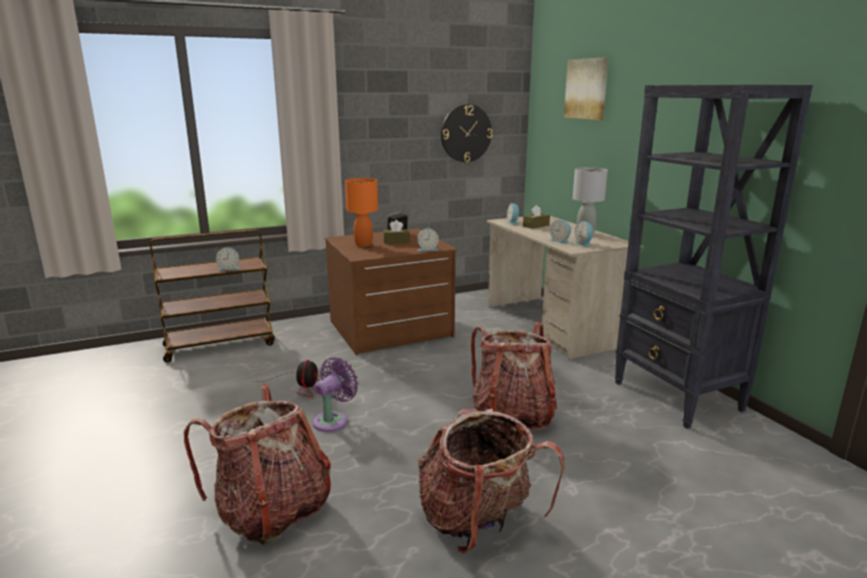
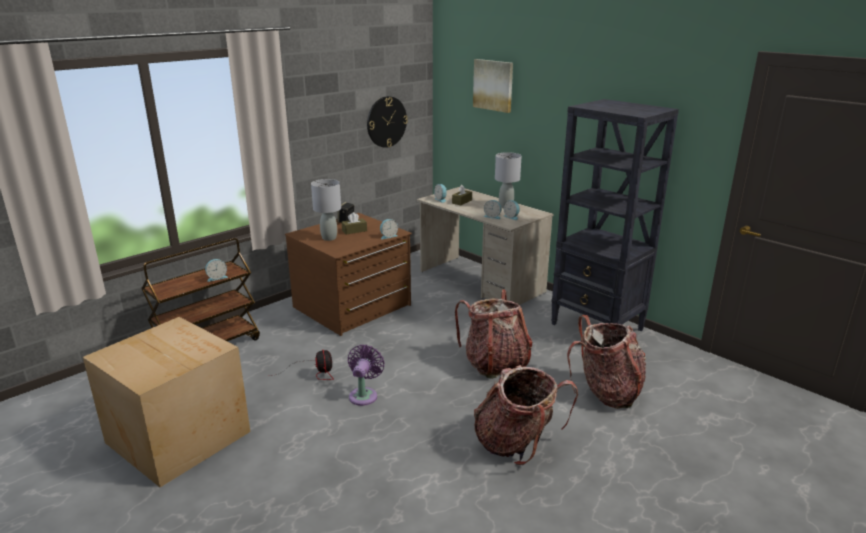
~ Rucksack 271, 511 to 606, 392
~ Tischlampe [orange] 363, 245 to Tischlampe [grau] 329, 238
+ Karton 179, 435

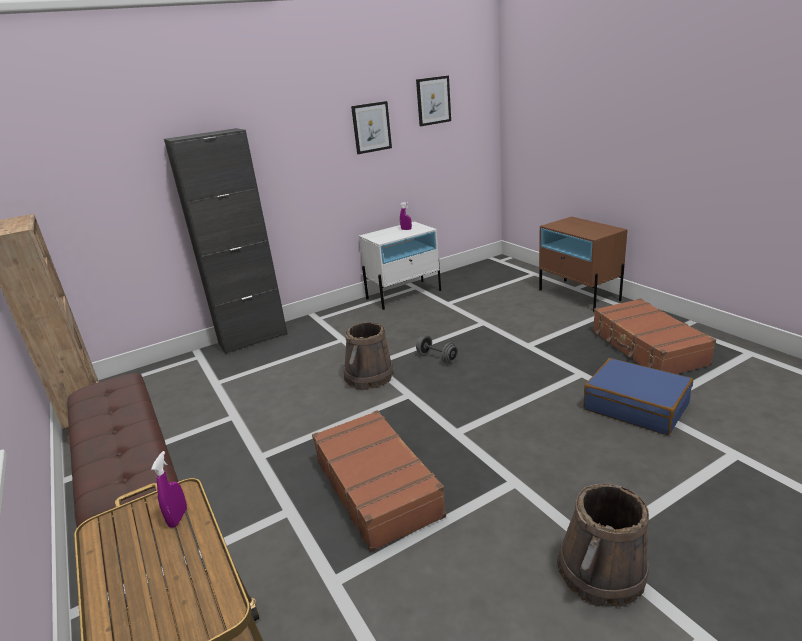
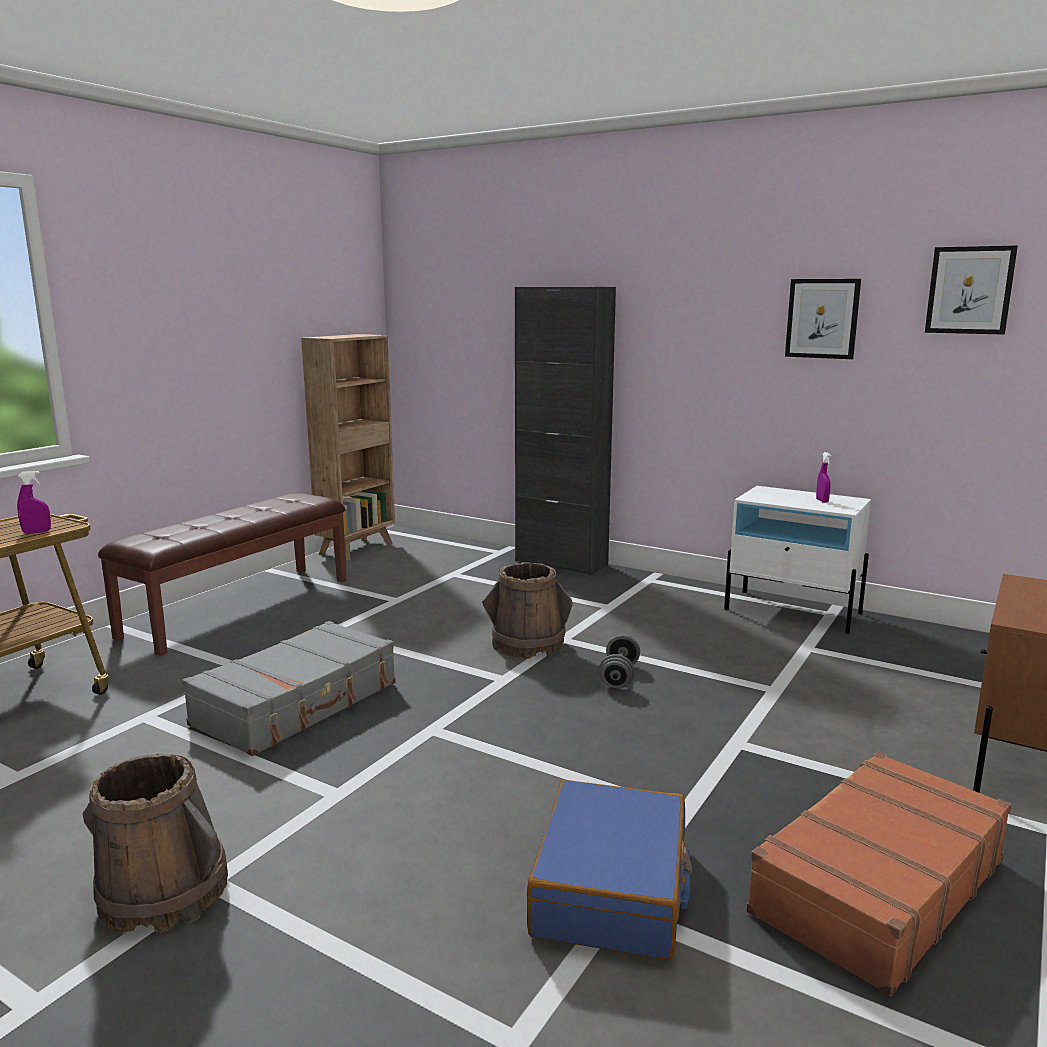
~ Koffer [braun] 377, 487 to Koffer [grau] 298, 704

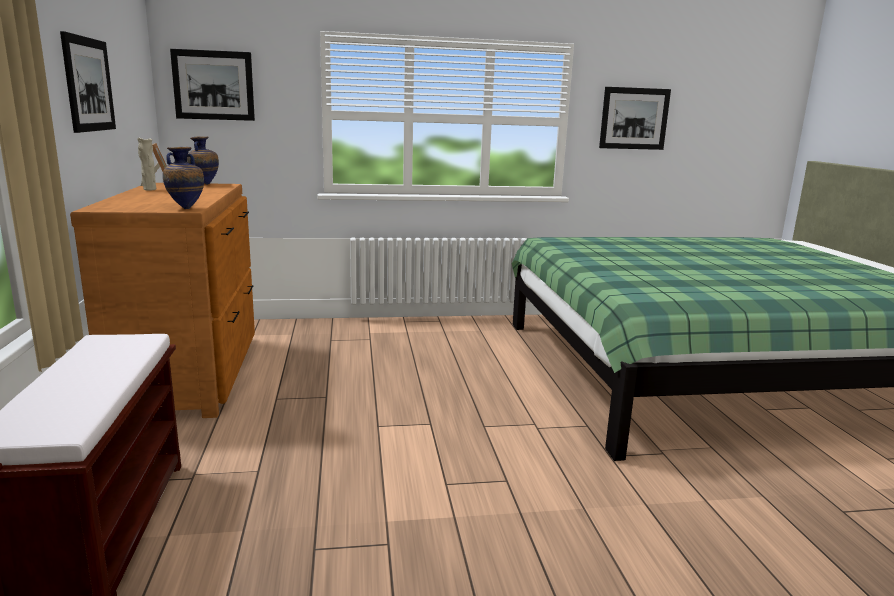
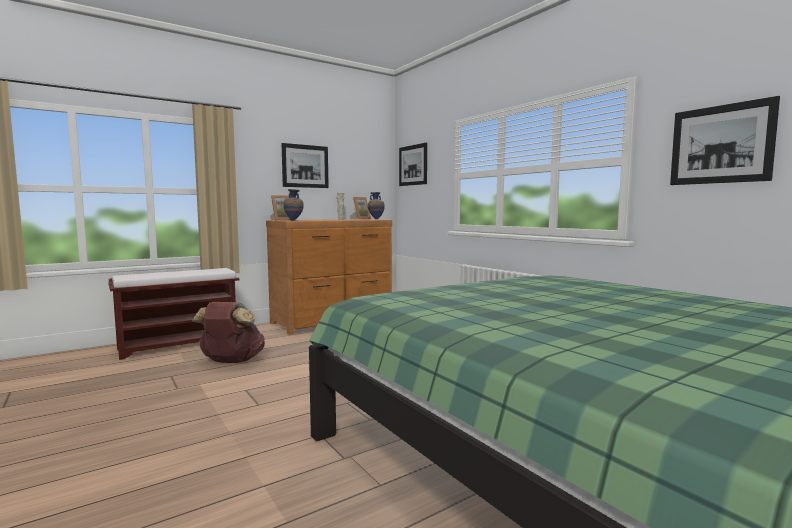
+ Rucksack [braun] 231, 361
+ Bilderrahmen 281, 220

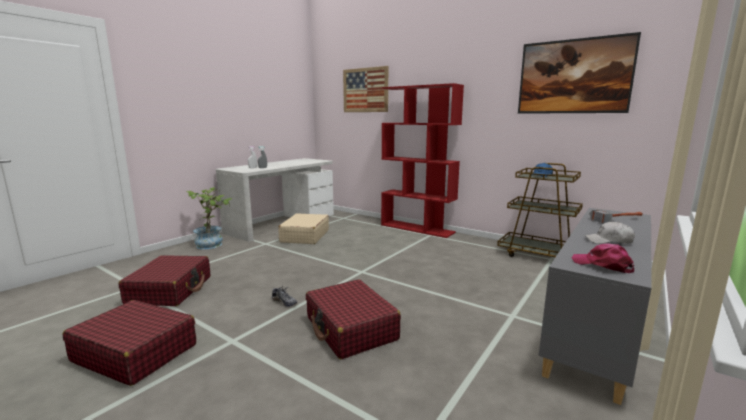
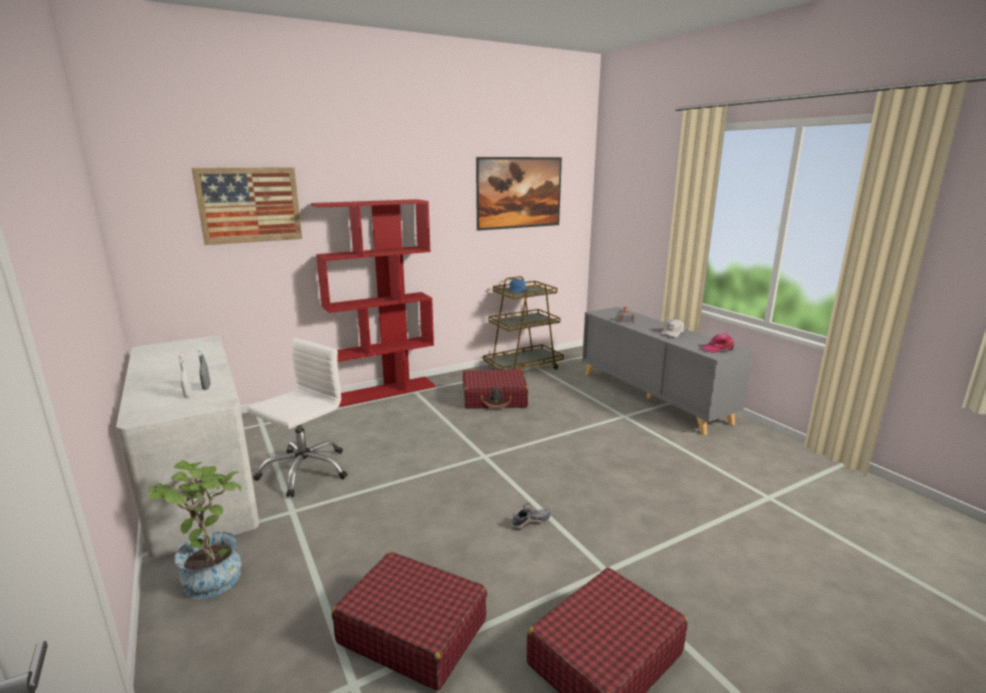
~ Koffer [beige] 305, 236 to Bürostuhl [weiß] 304, 470
~ Koffer [rot] 351, 329 to 494, 398

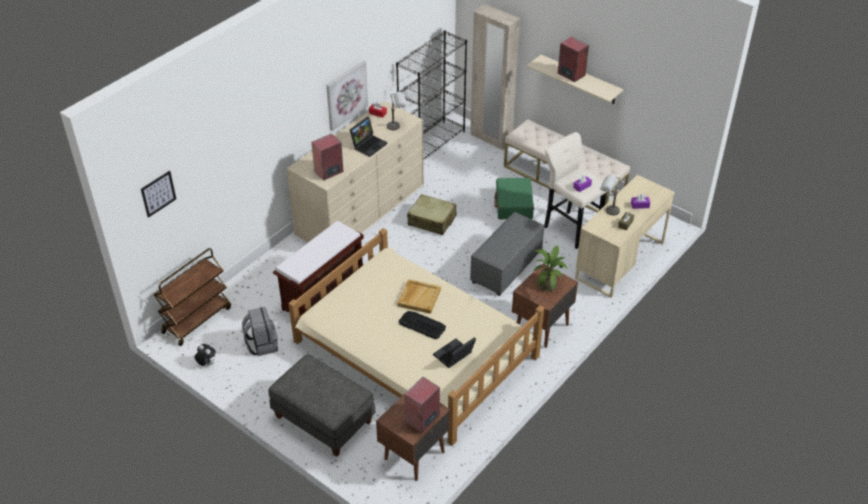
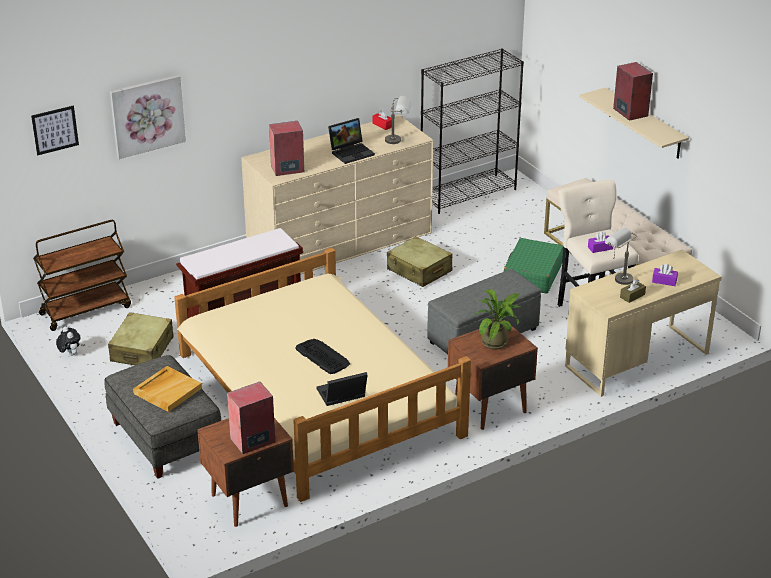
~ Rucksack [grau] 261, 344 to Koffer [beige] 142, 349
~ Bild 346, 95 to 147, 115
~ Tablett [beige] 419, 297 to 167, 390
- Kleiderschrank [beige] 490, 139

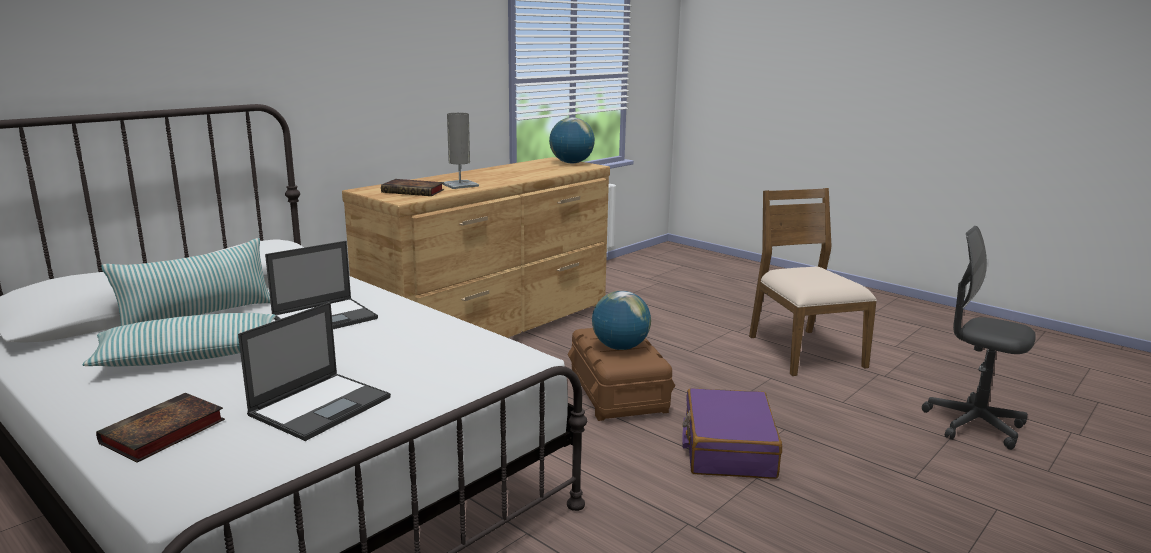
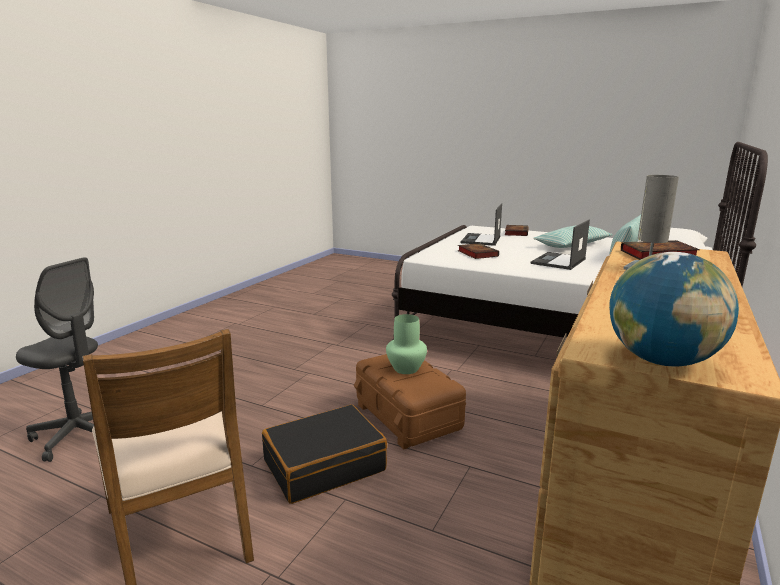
~ Globus 620, 347 to Vase [grün] 406, 369
- Koffer [lila] 728, 448
+ Koffer [schwarz] 324, 465
+ Buch 476, 253

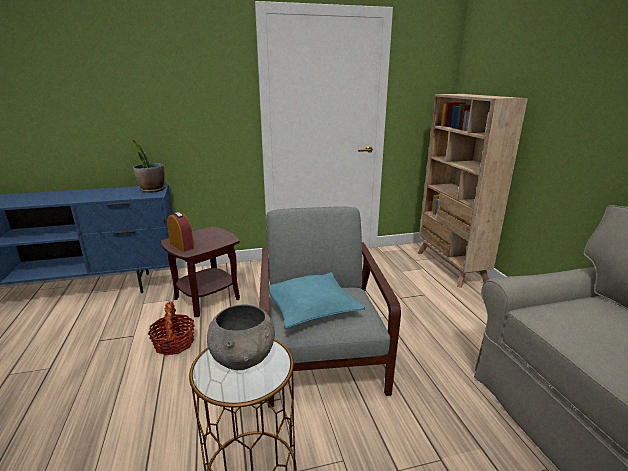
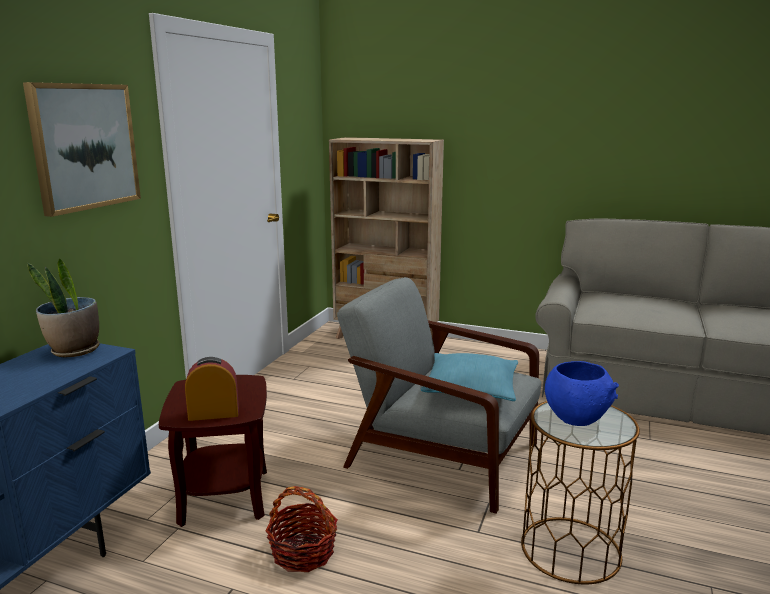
~ Schüssel [grau] 244, 359 to Schüssel [blau] 576, 418
+ Bild 84, 146

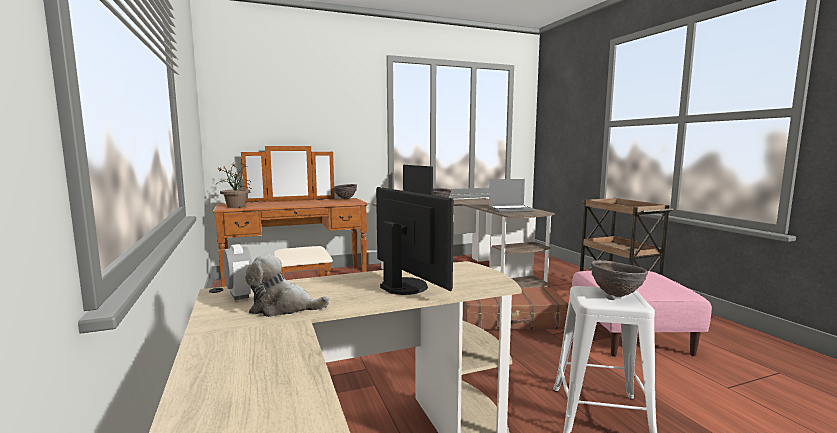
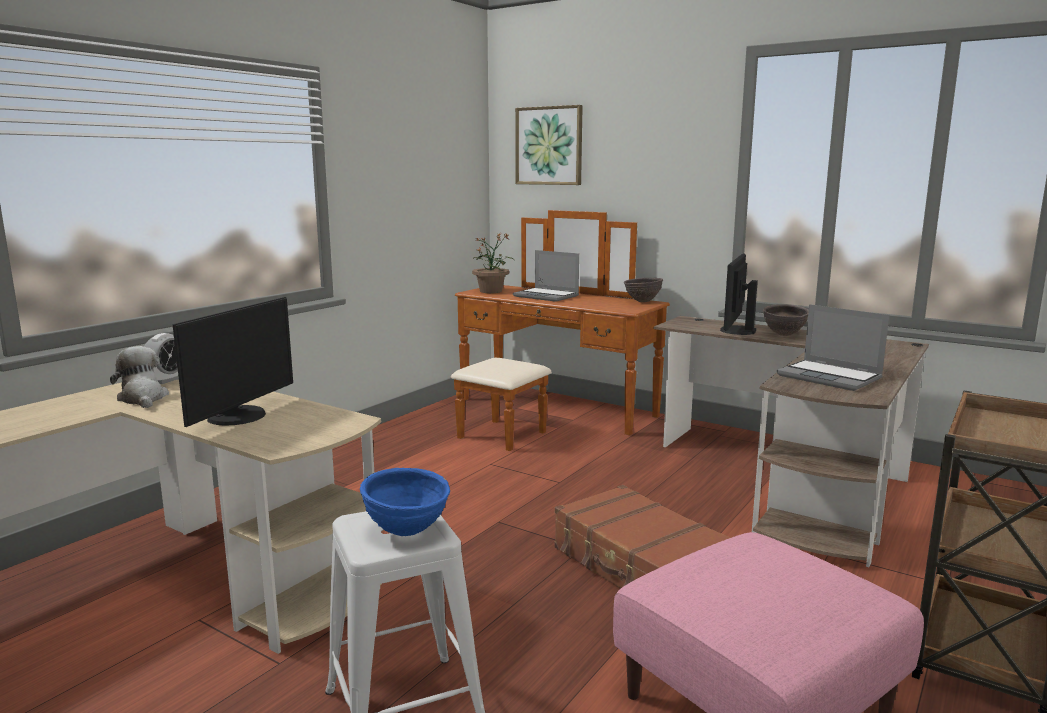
~ Schüssel [braun] 616, 295 to Schüssel [blau] 407, 532
+ Laptop 547, 296
+ Bild 549, 146

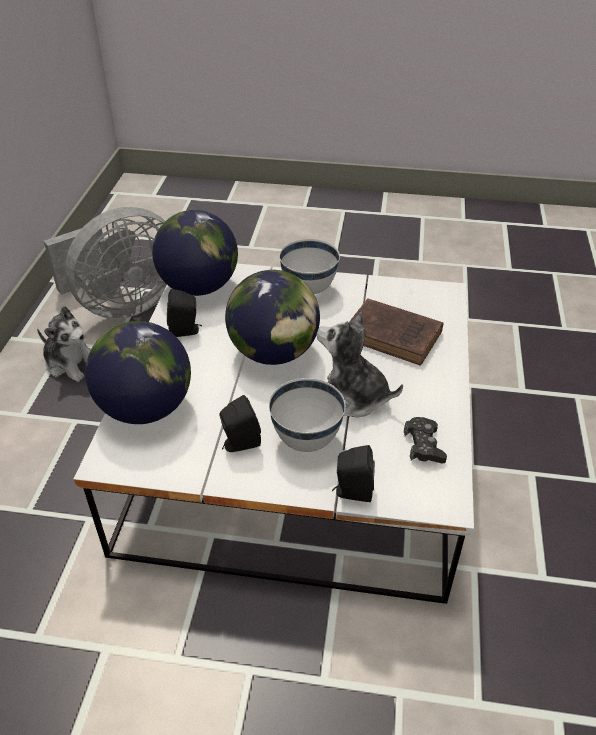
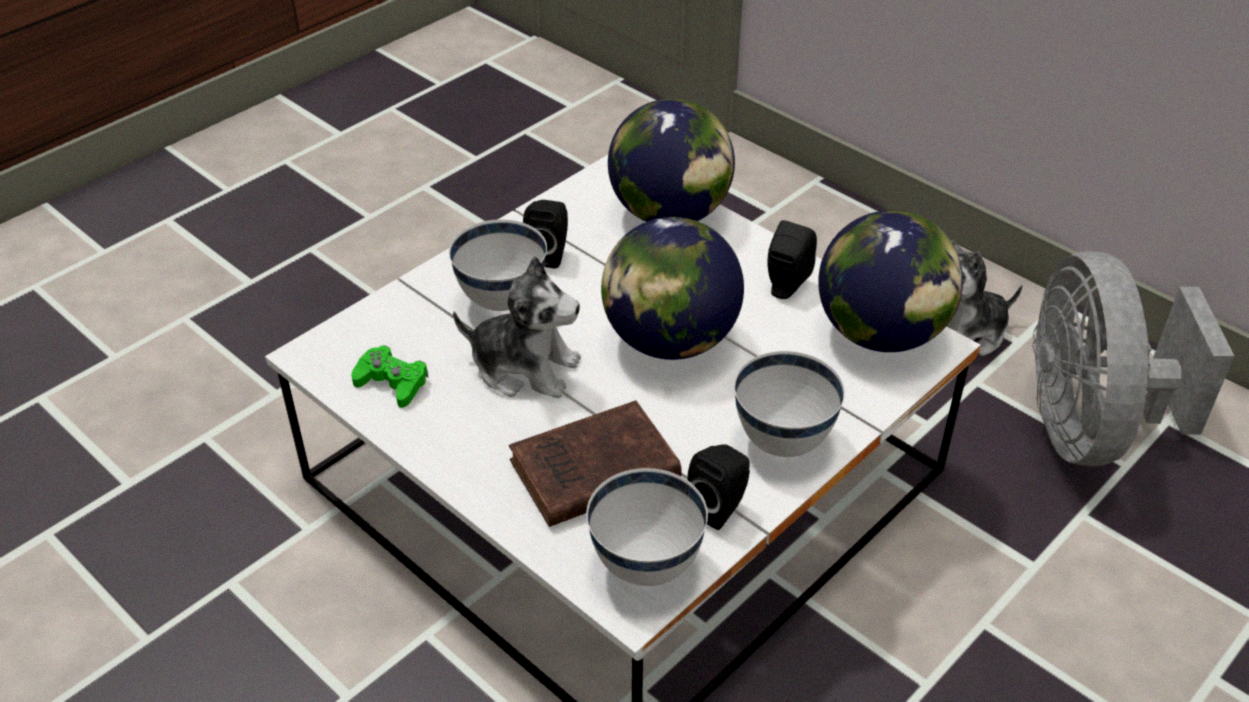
~ Plüschtier 352, 396 = 525, 368 45 degrees clockwise
~ Lautsprecher [schwarz] 352, 492 to 720, 507
~ Gamepad [schwarz] 424, 445 to Gamepad [grün] 392, 383
+ Schüssel [weiß] 646, 567

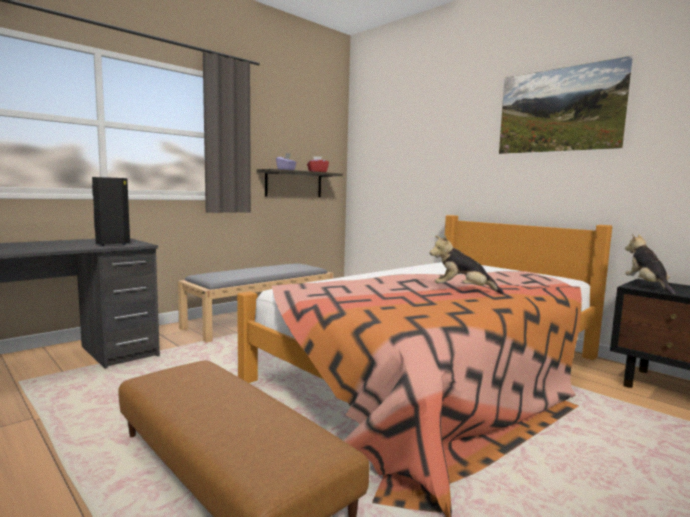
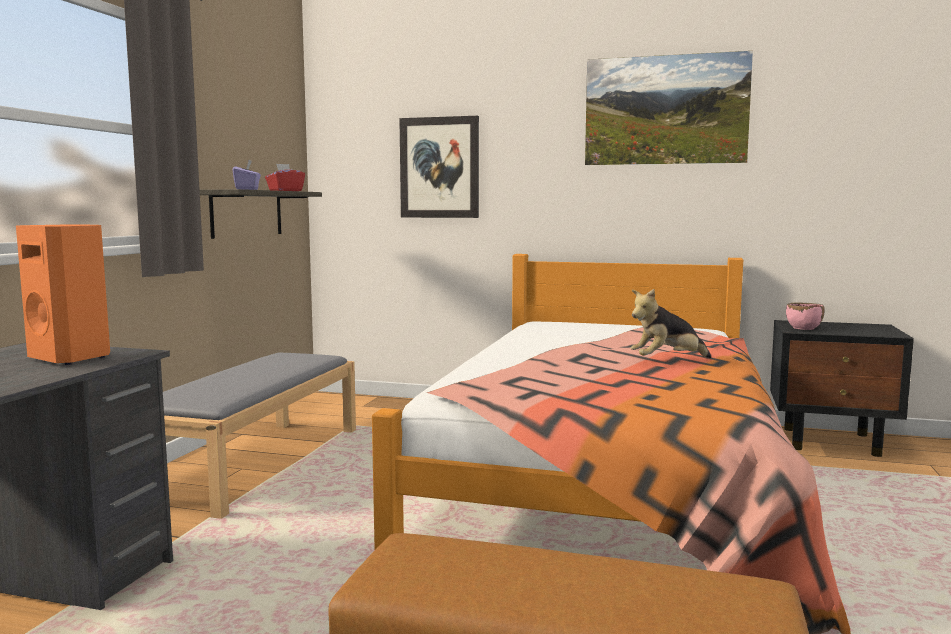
~ Lautsprecher [schwarz] 113, 243 to Lautsprecher [orange] 73, 358
~ Plüschtier 647, 286 to Schüssel [rosa] 803, 328
+ Bild 439, 168

